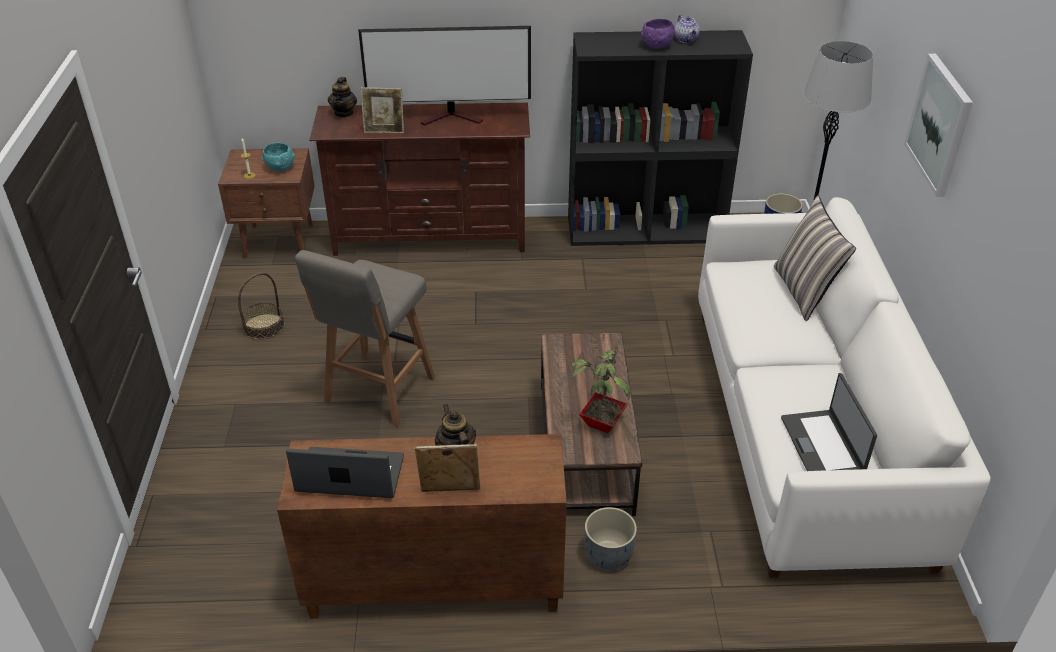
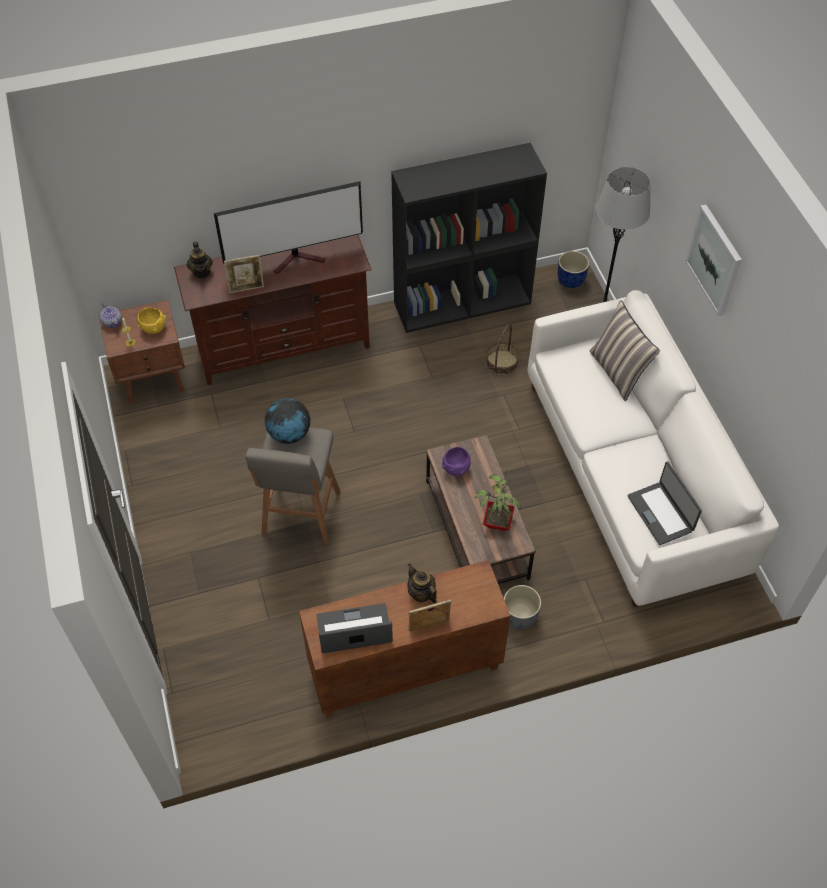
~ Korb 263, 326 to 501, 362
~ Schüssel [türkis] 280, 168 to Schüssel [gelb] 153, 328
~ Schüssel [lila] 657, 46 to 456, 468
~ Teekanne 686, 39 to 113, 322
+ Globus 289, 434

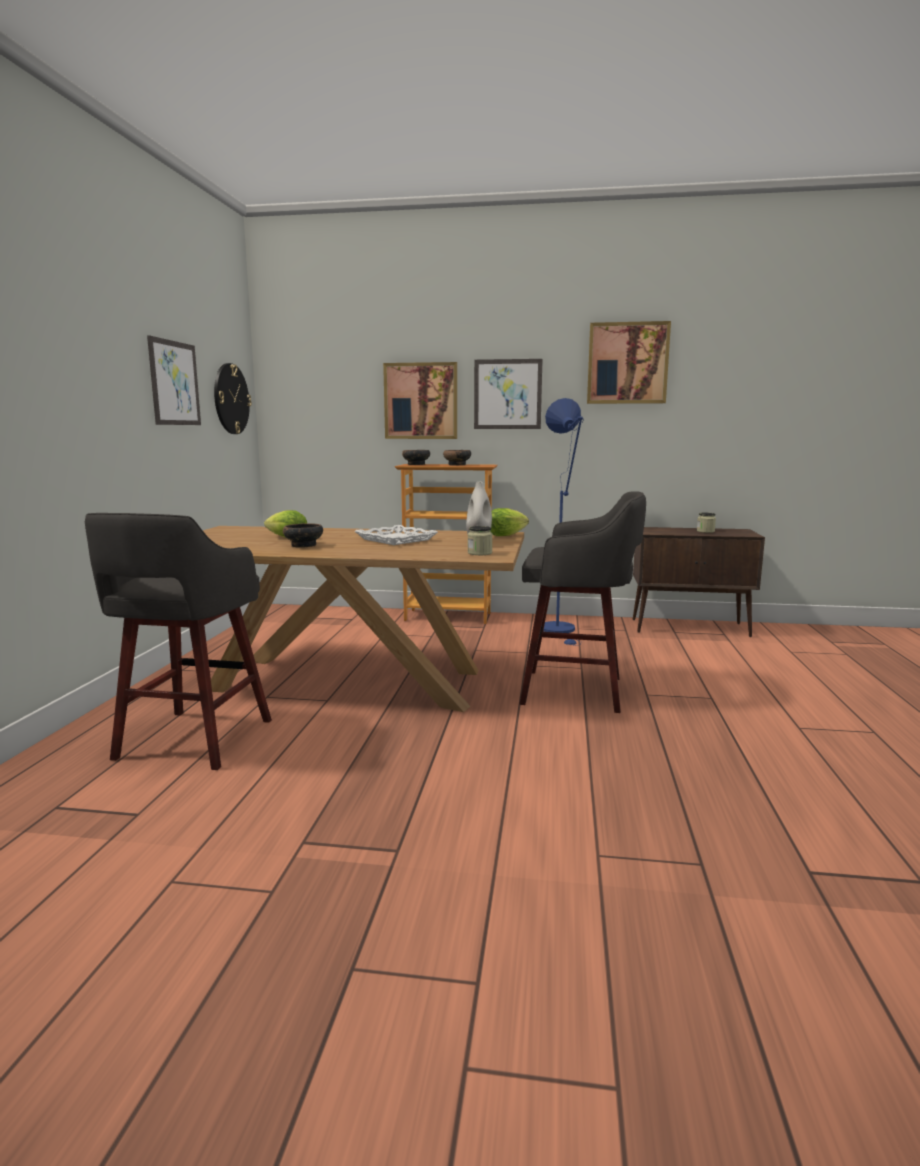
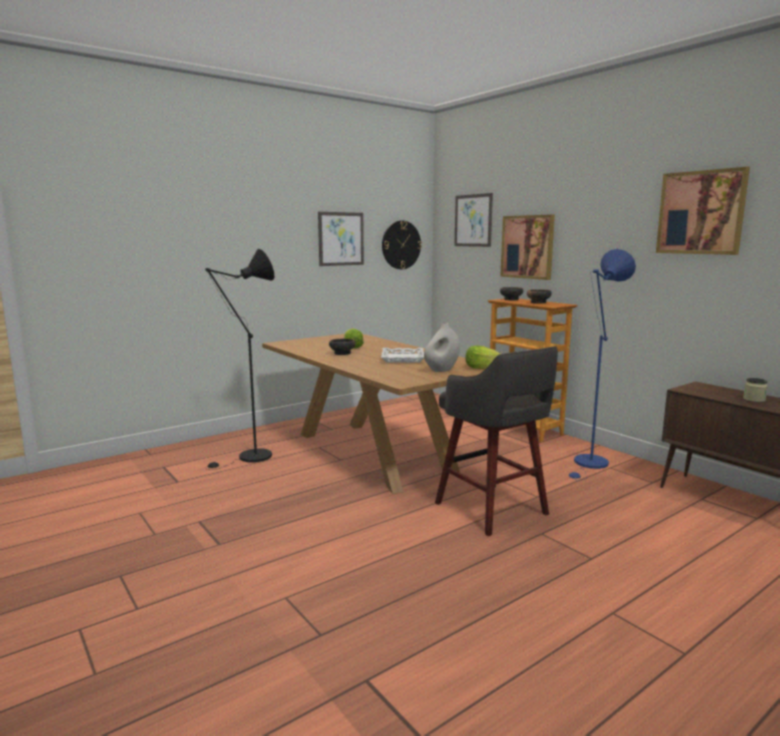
~ Hocker [grau] 192, 741 to Stehlampe [schwarz] 249, 458
- Vorratsglas 479, 553
~ Bild 507, 394 to 473, 220

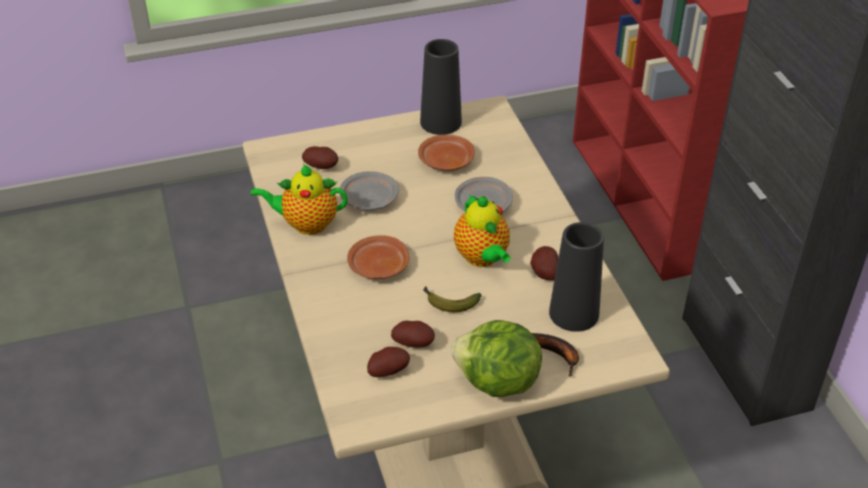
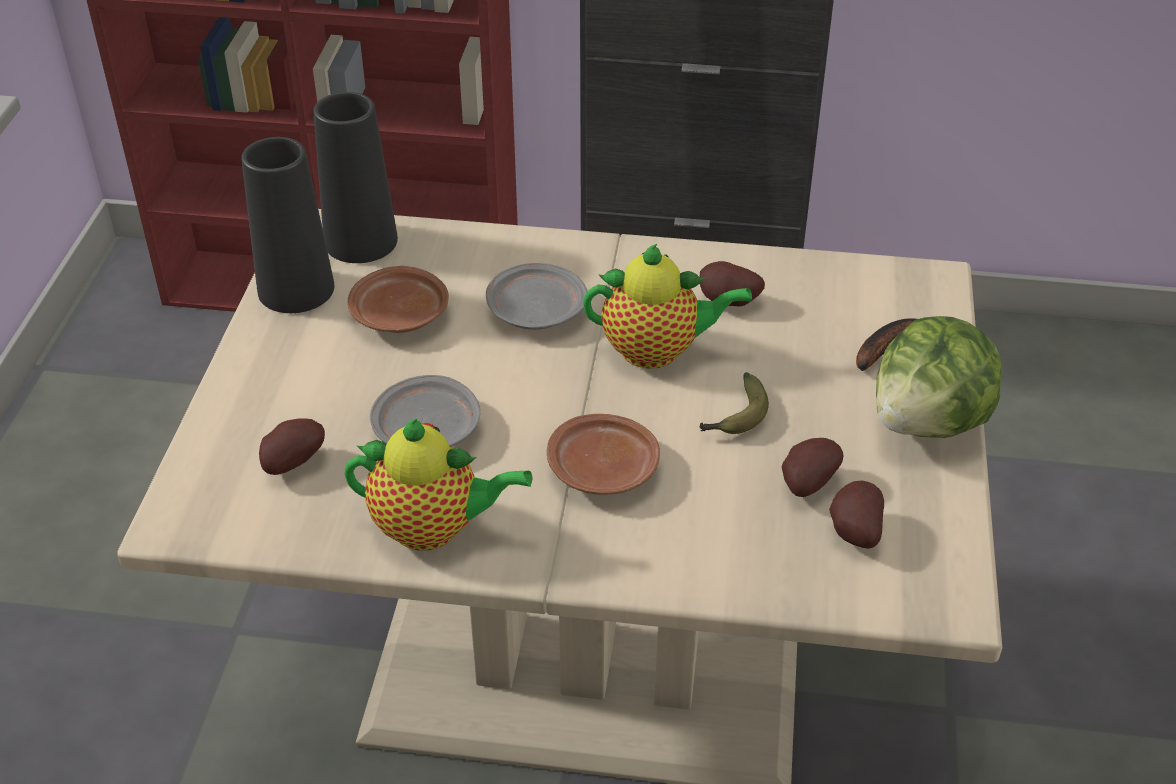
~ Teekanne 306, 224 = 433, 528 105 degrees counterclockwise
~ Vase [schwarz] 574, 313 to 361, 241

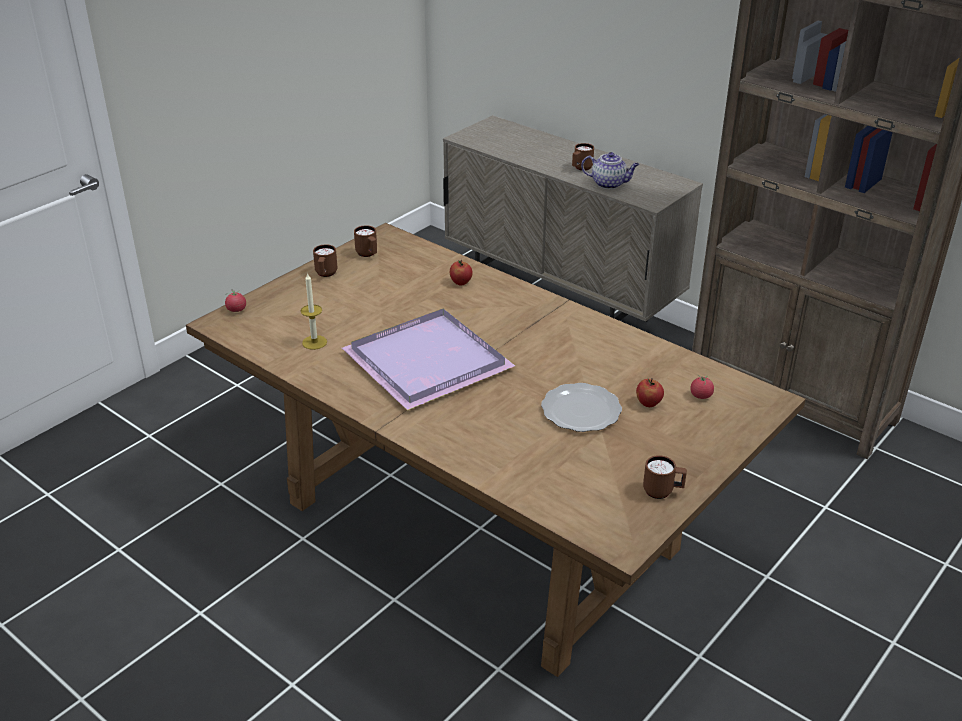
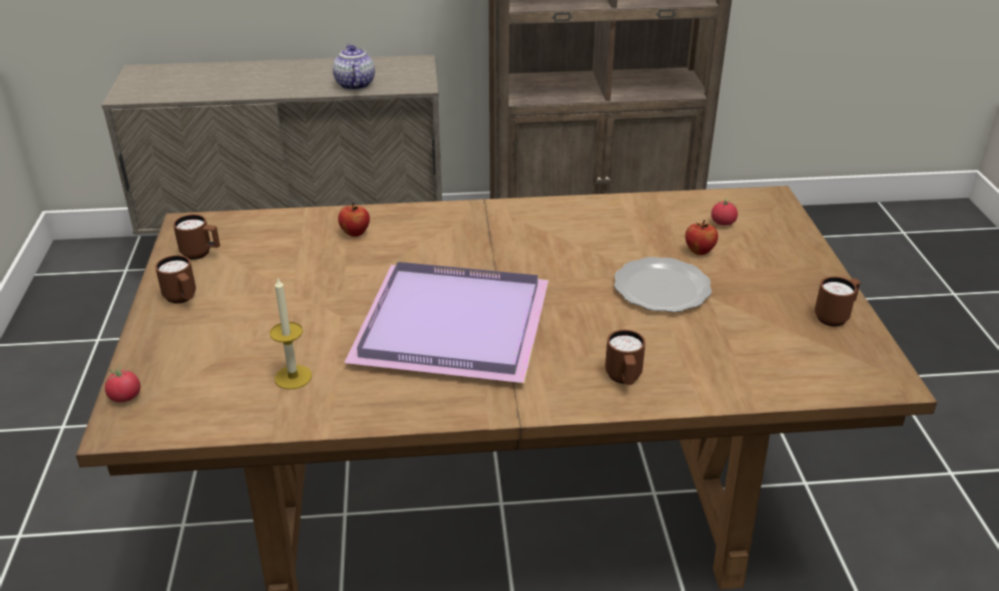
~ Henkelbecher [braun] 581, 168 to 624, 379
~ Teekanne 609, 184 = 354, 84 75 degrees counterclockwise

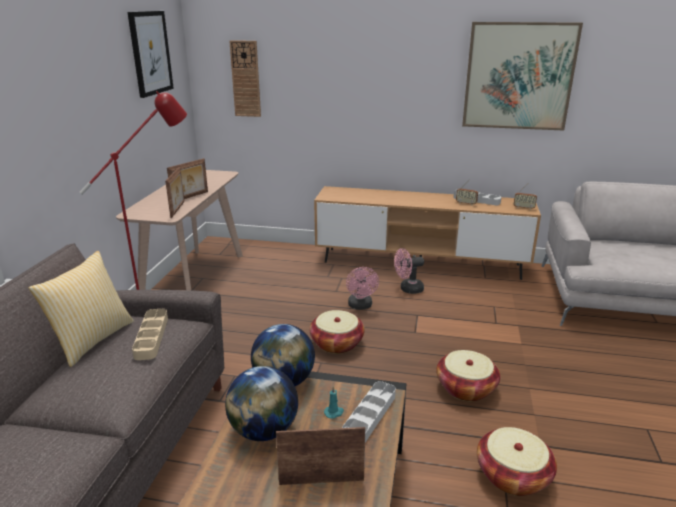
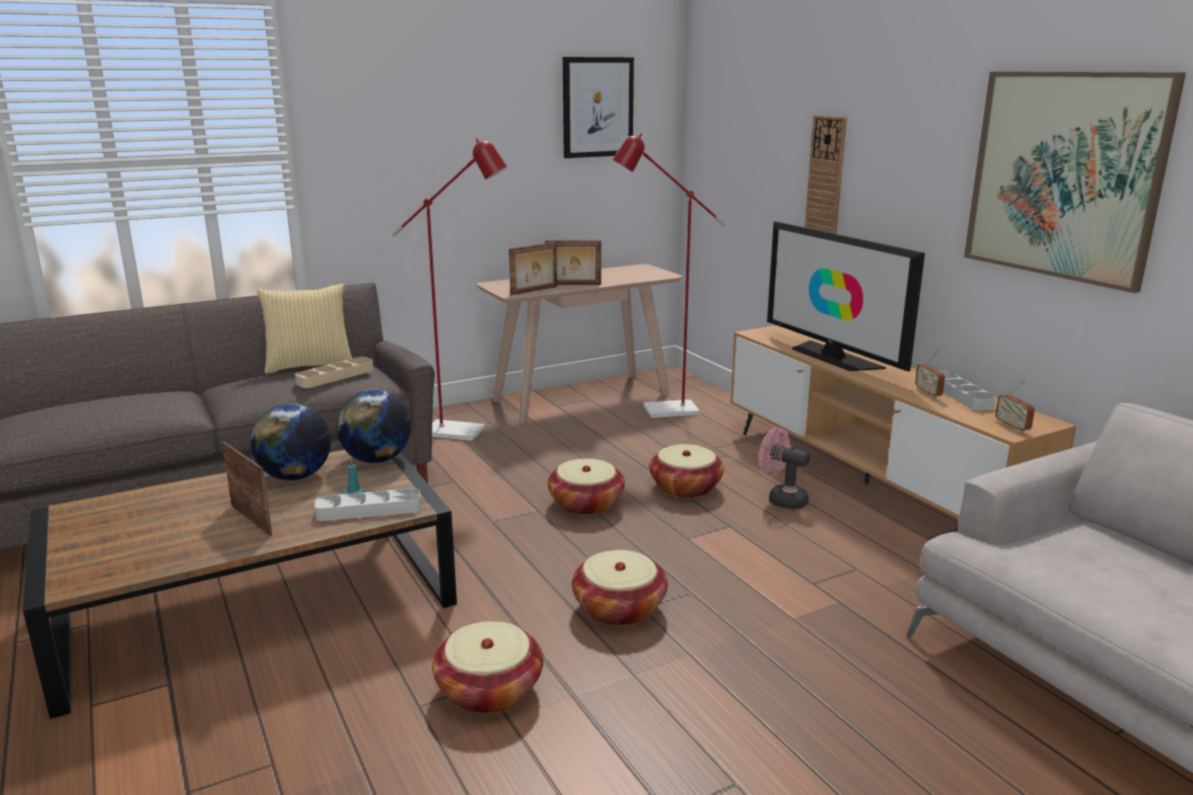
~ Wanduhr 246, 79 to 826, 177
~ Ventilator [rosa] 361, 306 to Korb 685, 488
+ Stehlampe [rot] 660, 411
+ Fernseher 833, 357

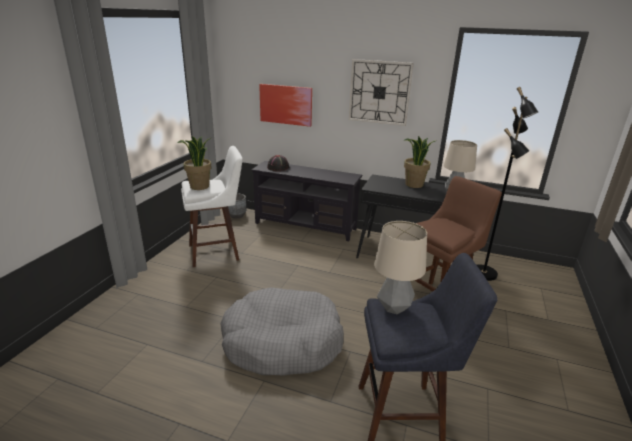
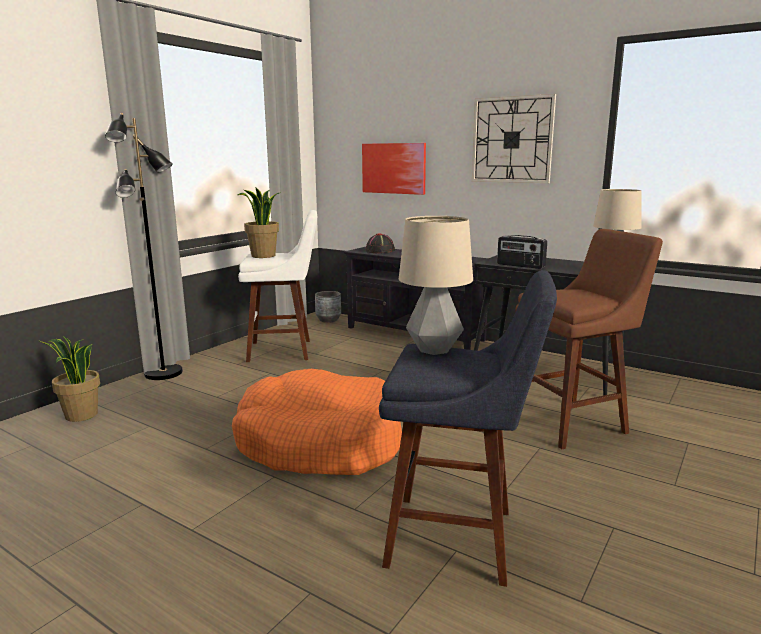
~ Hundebett [grau] 282, 342 to Hundebett [orange] 320, 442
~ Topfpflanze 414, 185 to 81, 415
~ Stehlampe [schwarz] 484, 273 to 164, 373
+ Radio 520, 266

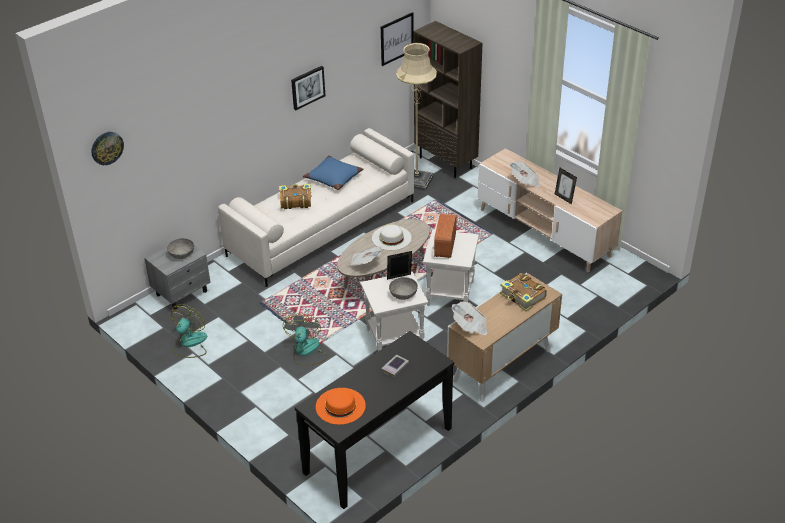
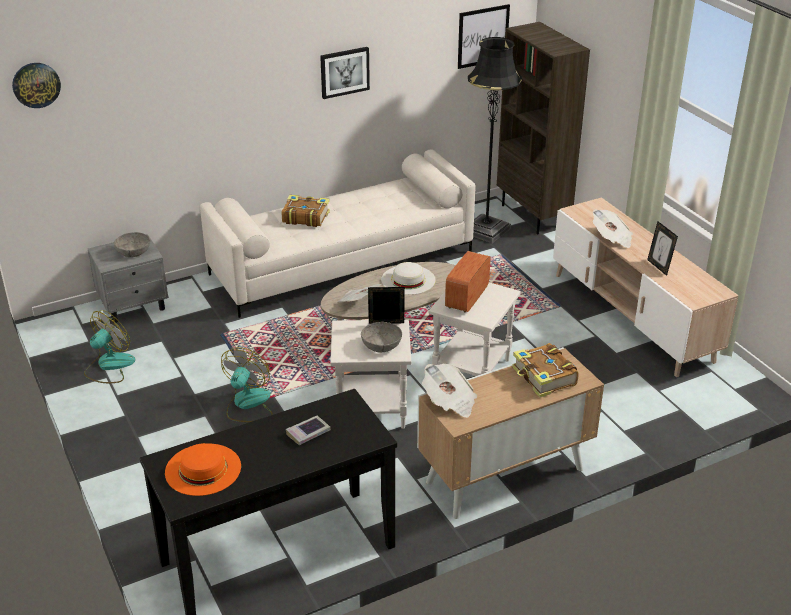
- Kissen [blau] 333, 178
~ Stehlampe [beige] 416, 181 to Stehlampe [schwarz] 486, 230

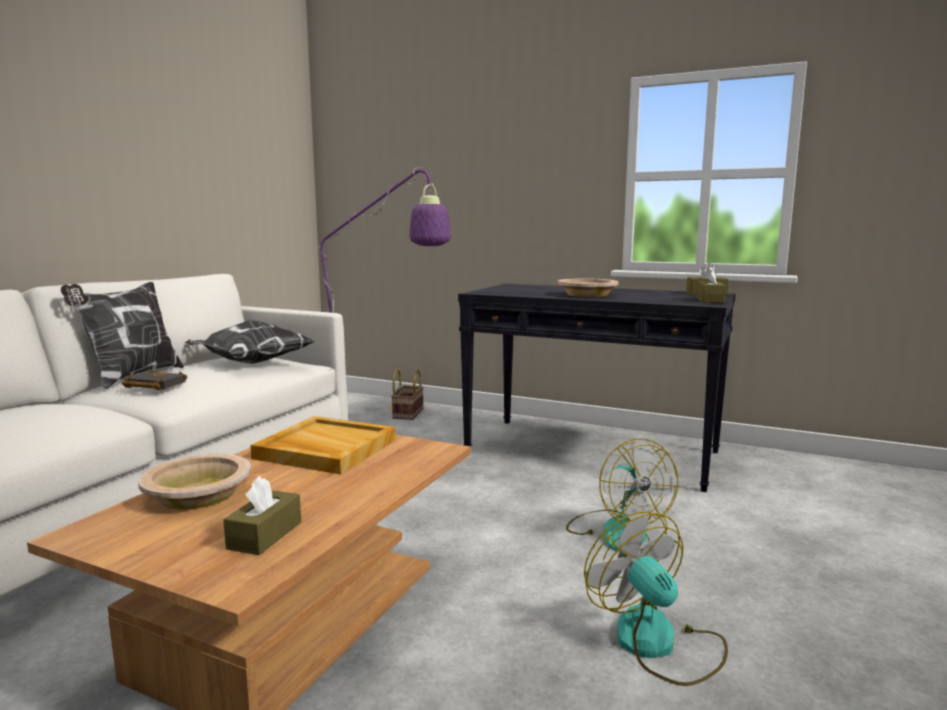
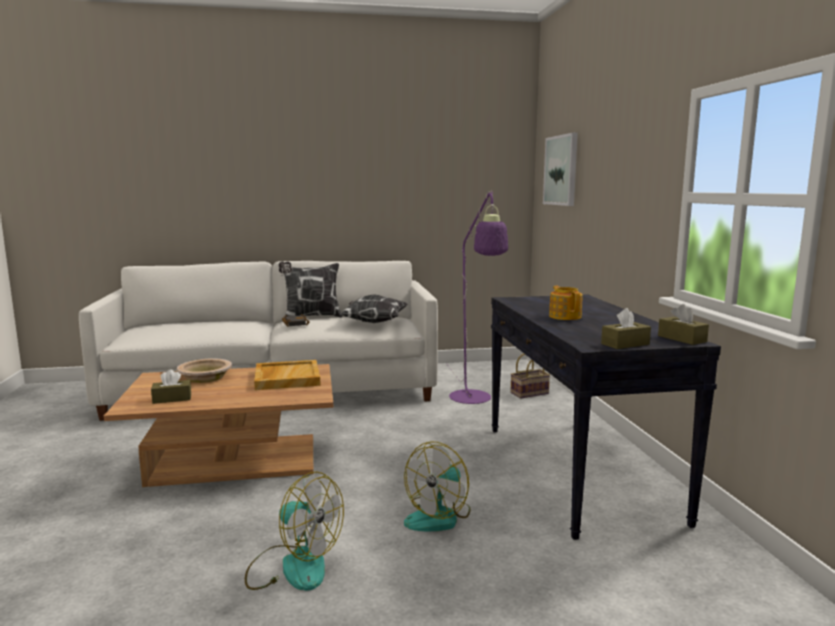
~ Schüssel [beige] 587, 295 to Teekanne 565, 316
~ Ventilator 658, 644 = 293, 566 90 degrees clockwise
+ Bild 561, 170

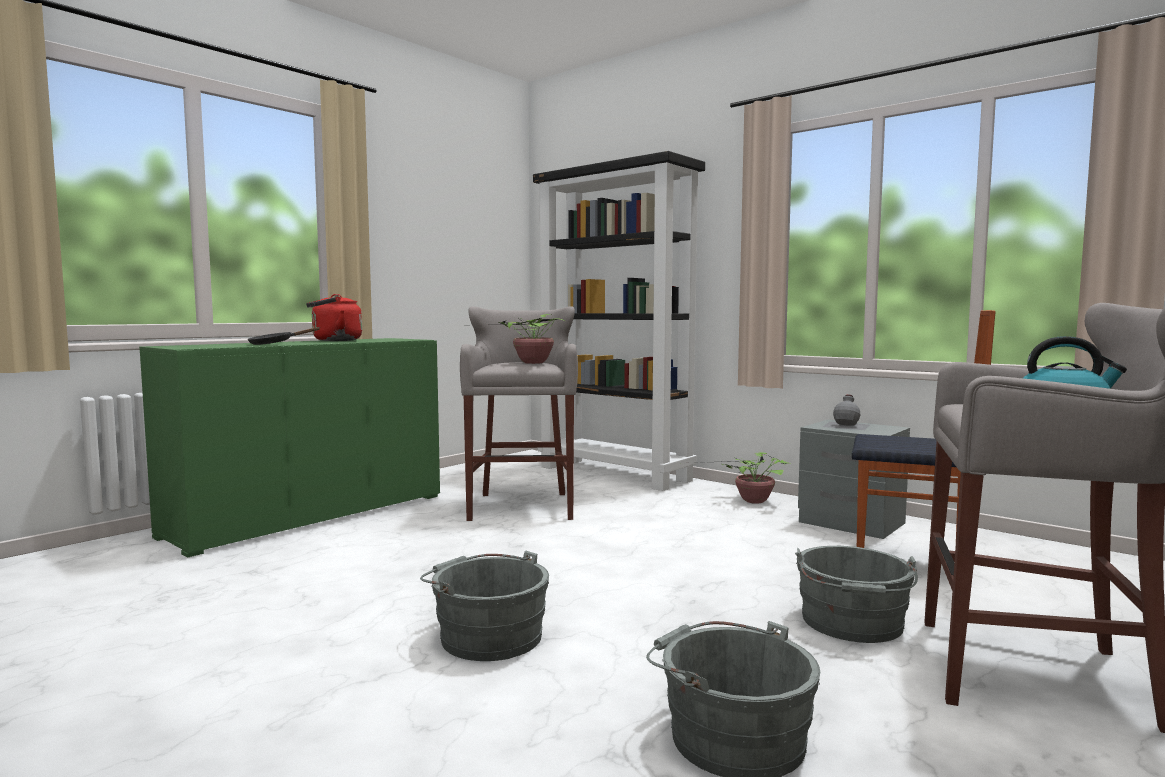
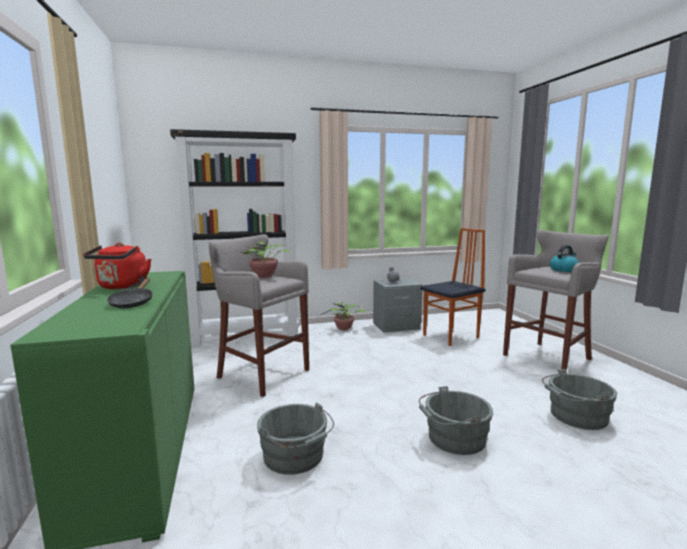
~ Eimer [grau] 852, 624 to 295, 457

